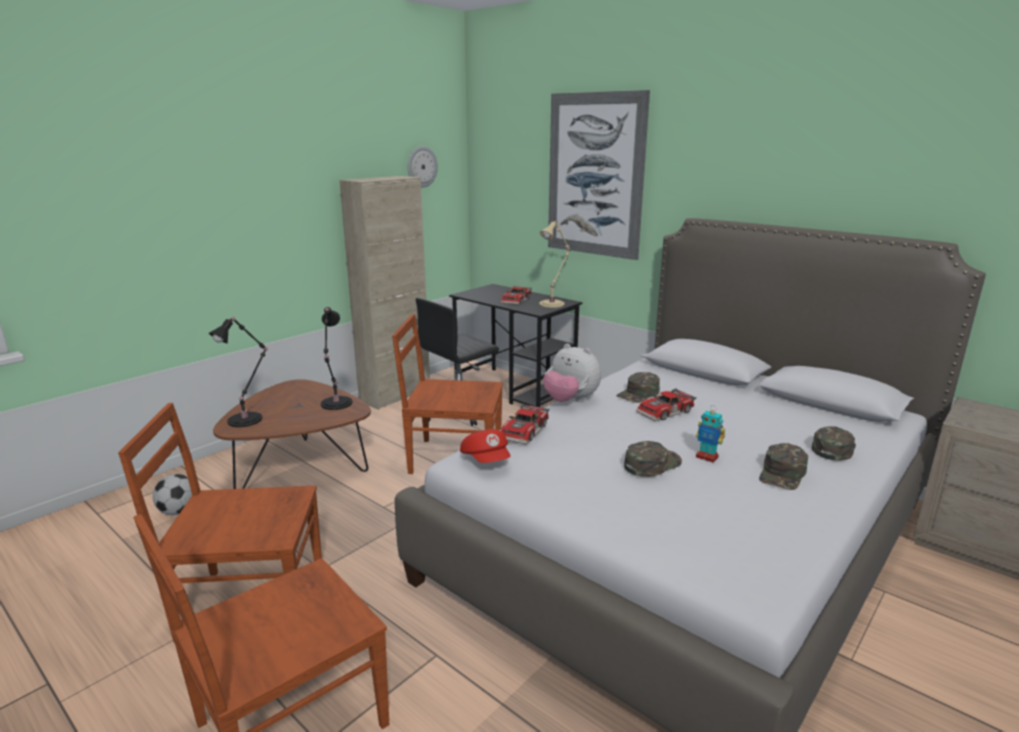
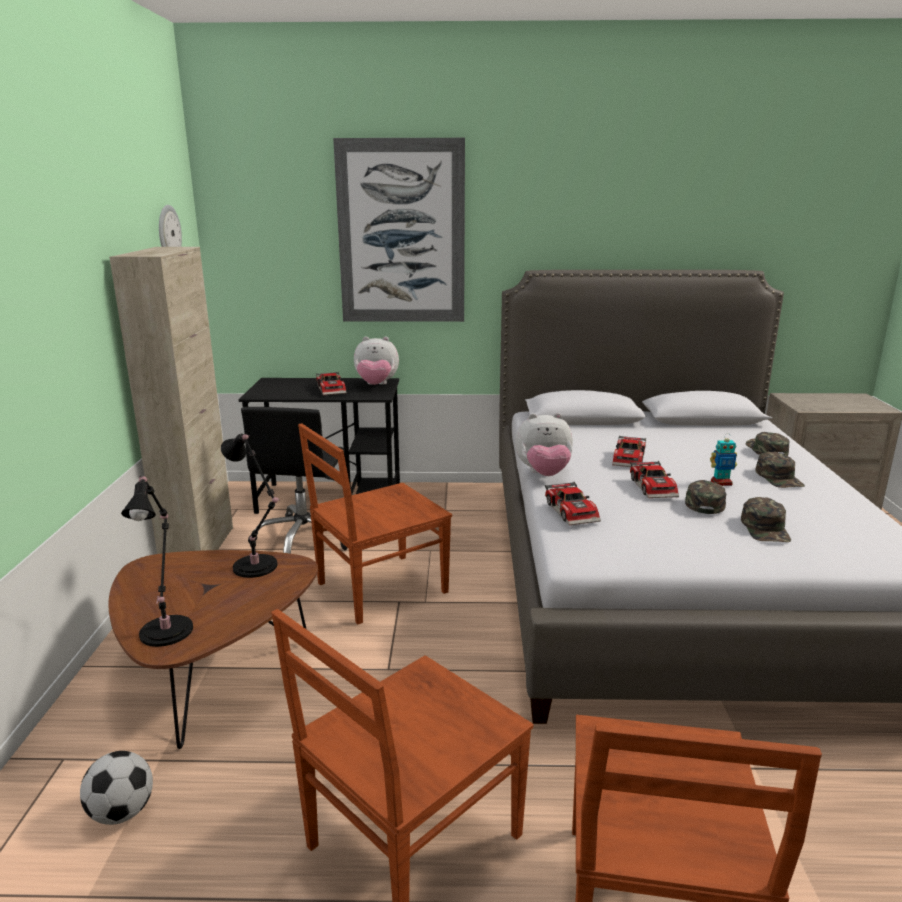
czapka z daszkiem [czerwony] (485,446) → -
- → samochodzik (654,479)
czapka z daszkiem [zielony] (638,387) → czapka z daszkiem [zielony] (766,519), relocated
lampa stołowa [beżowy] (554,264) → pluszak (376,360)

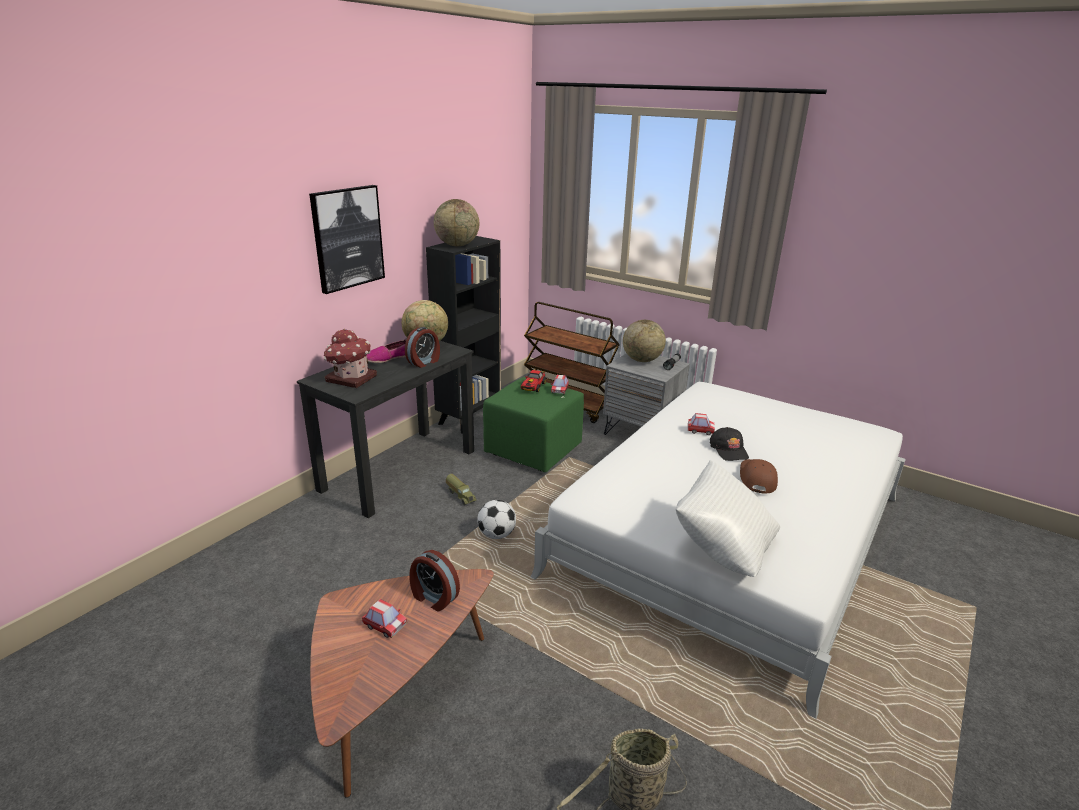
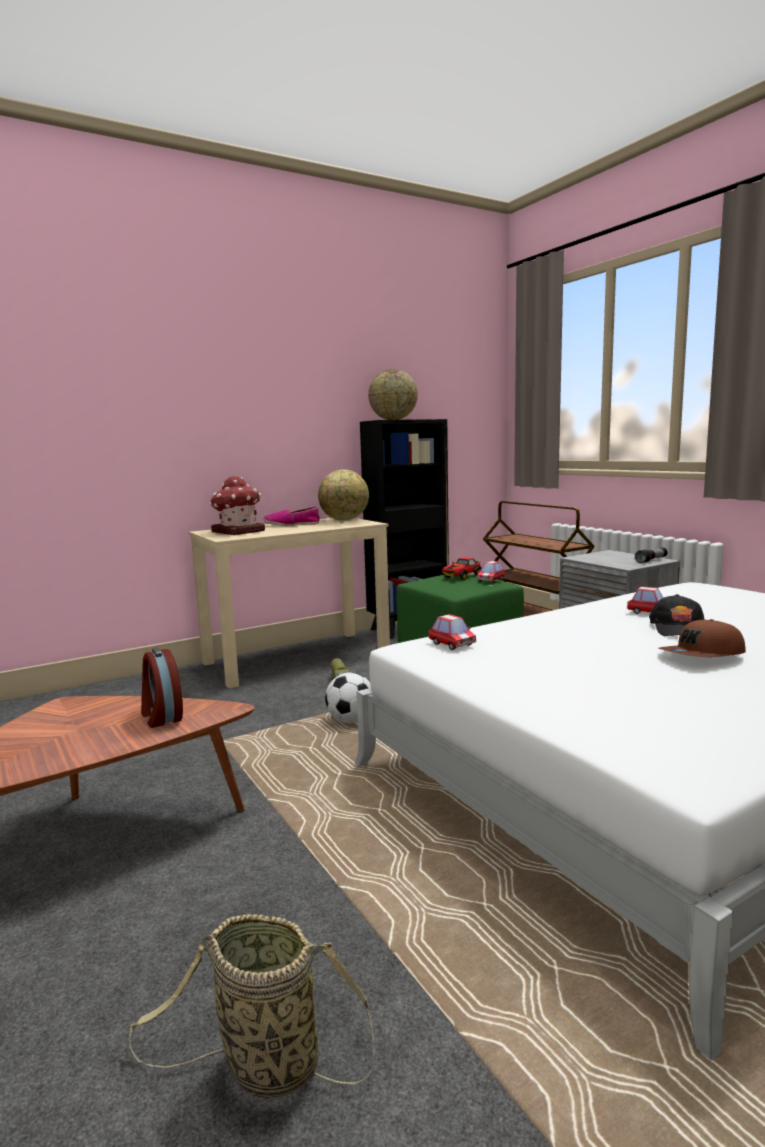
obraz (347,239) → -
budzik (422,347) → -
globus (644,341) → -
poduszka [biały] (728,518) → -
samochodzik (384,618) → samochodzik (452,632), relocated
biurko [czarny] (385,428) → biurko [beżowy] (289,603)
czapka z daszkiem [brązowy] (759,476) → czapka z daszkiem [brązowy] (702,638), 150 degrees counterclockwise

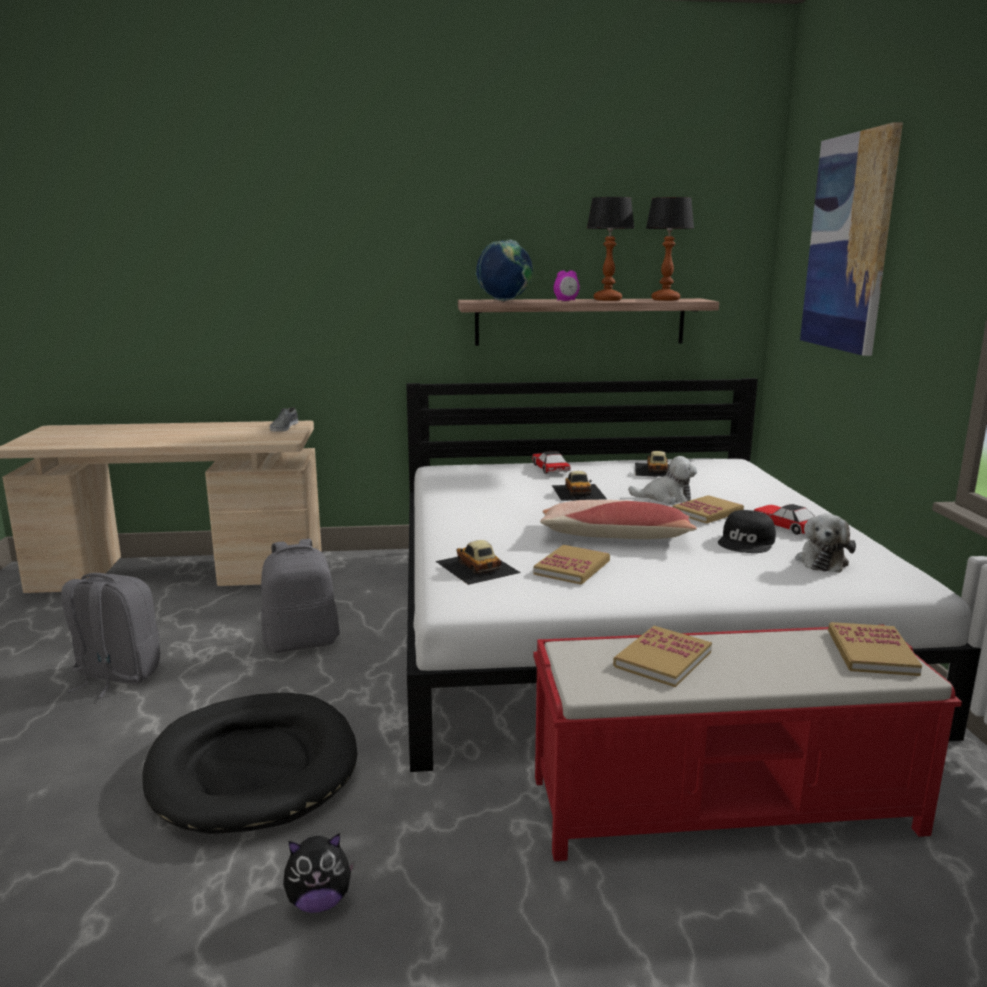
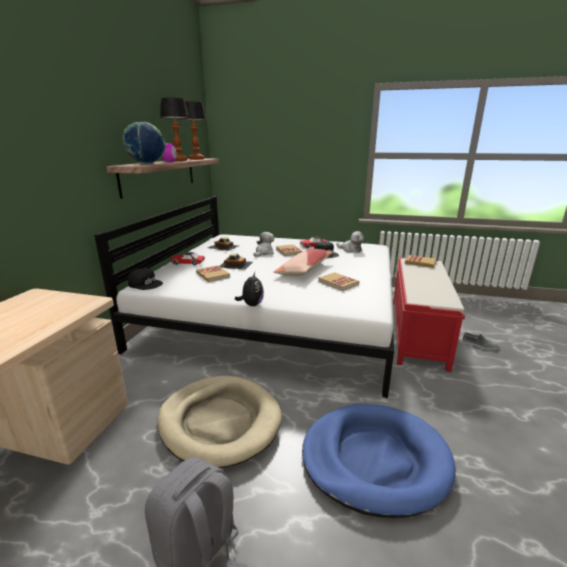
samochodzik (478,562) → -
obraz (851,239) → -
- → czapka z daszkiem [czarny] (145,279)
but [szary] (284,419) → but [szary] (481,341), relocated
pluszak (319,873) → pluszak (249,289), relocated
książka (662,656) → książka (213,273), relocated
plecak [szary] (300,596) → legowisko [beżowy] (219,421)
legowisko [czarny] (250,763) → legowisko [niebieski] (379,461)

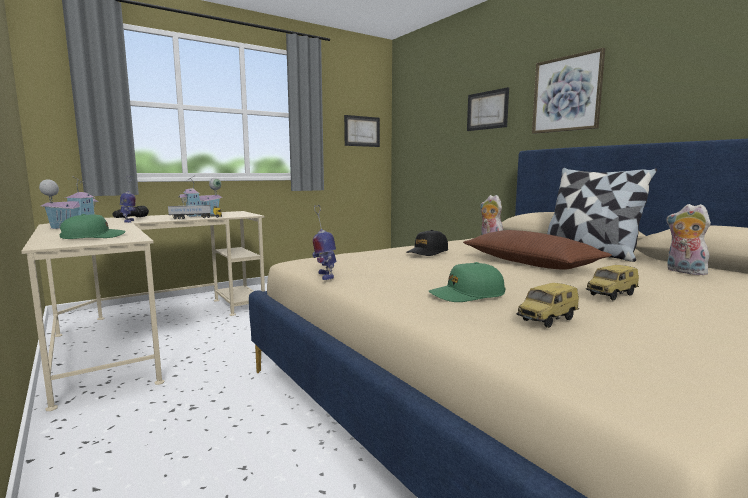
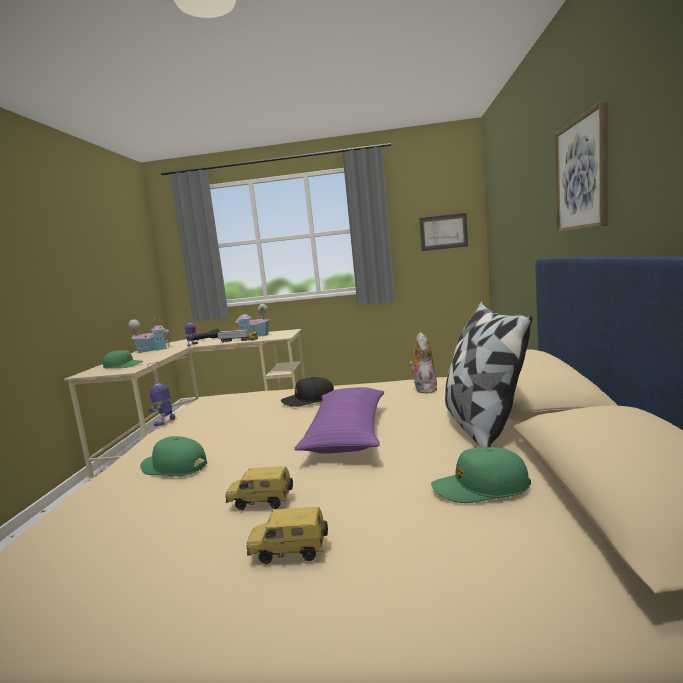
obraz (488,109) → -
samochodzik (547,305) → samochodzik (287,535), relocated
pluszak (688,239) → czapka z daszkiem [zielony] (481,475)
poduszka [brązowy] (537,250) → poduszka [fioletowy] (339,420)

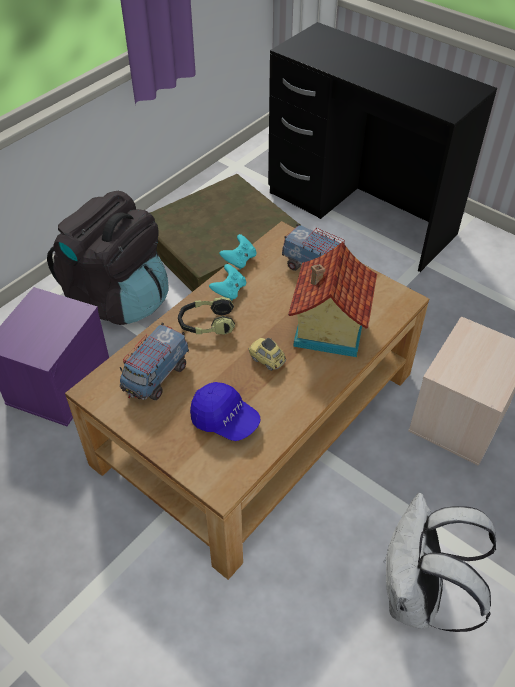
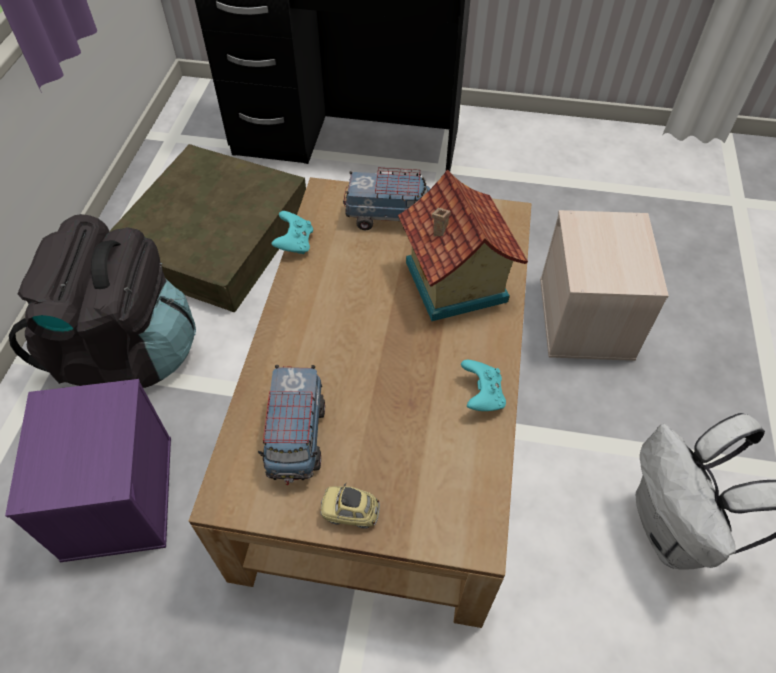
słuchawki (206,316) → -
czapka z daszkiem [niebieski] (225,411) → -
pad do gier [turkusowy] (227,282) → pad do gier [turkusowy] (483,385), relocated
samochodzik (267,354) → samochodzik (350,506), relocated

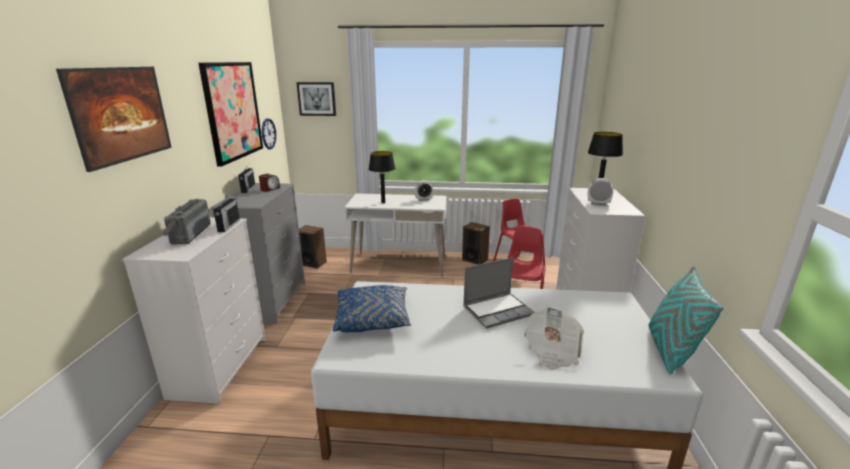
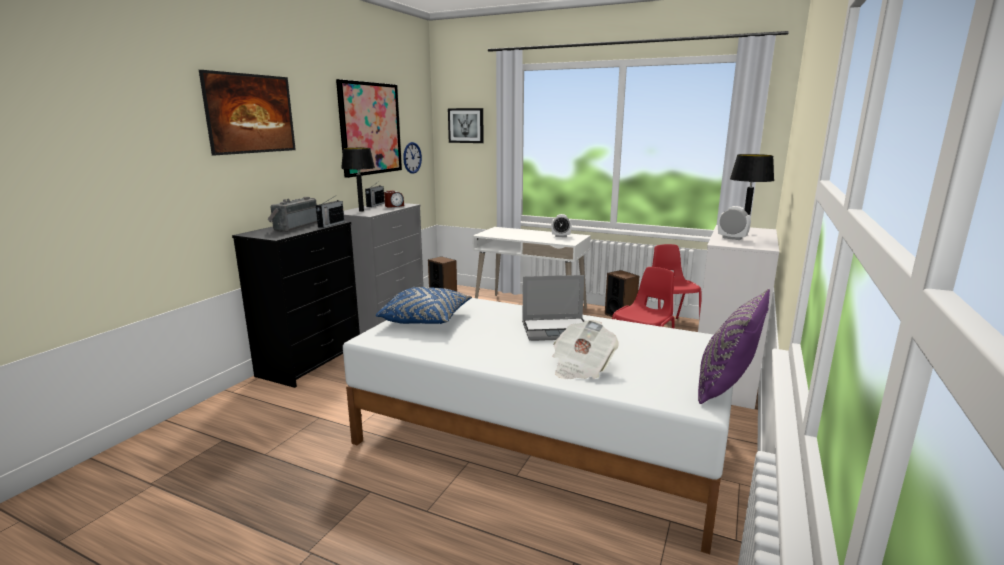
lampa stołowa [czarny] (382,177) → lampa stołowa [czarny] (358,180), relocated
komoda [biały] (194,310) → komoda [czarny] (296,304)
poduszka [turkusowy] (686,320) → poduszka [fioletowy] (734,346)

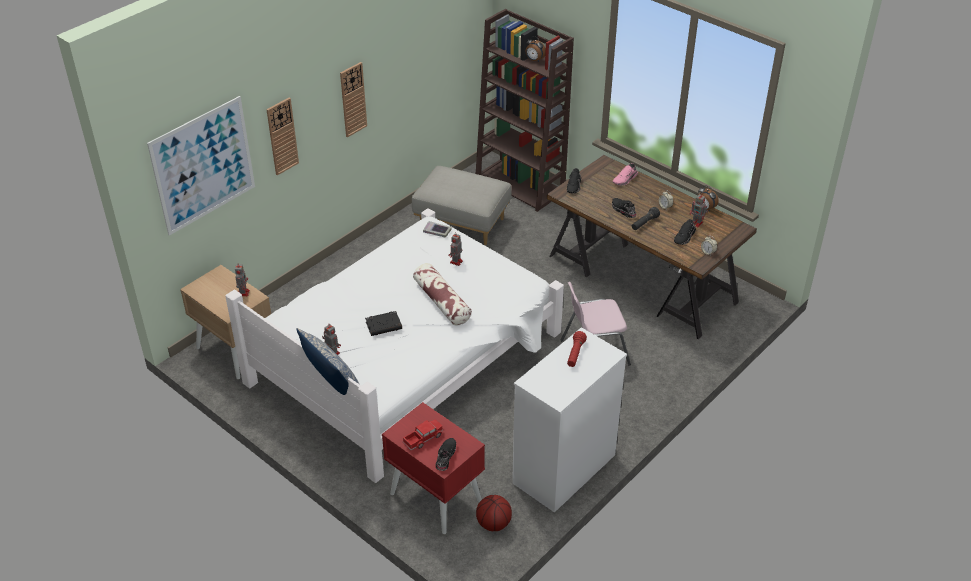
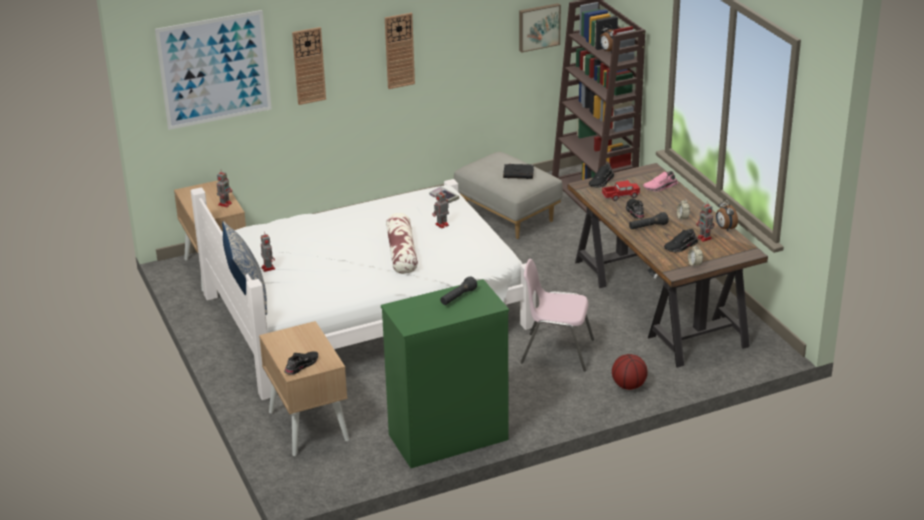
- → obraz (540,28)
książka [czarny] (383,323) → książka [czarny] (518,171), relocated
ciężarówka zabawkowa (423,434) → ciężarówka zabawkowa (621,190), relocated
piłka do koszykówki (494,513) → piłka do koszykówki (630,372), relocated
szafka nocna [czerwony] (433,468) → szafka nocna [beżowy] (304,388)
komoda [biały] (569,420) → komoda [zielony] (445,373)
latarka [czerwony] (577,349) → latarka [czarny] (458,291)

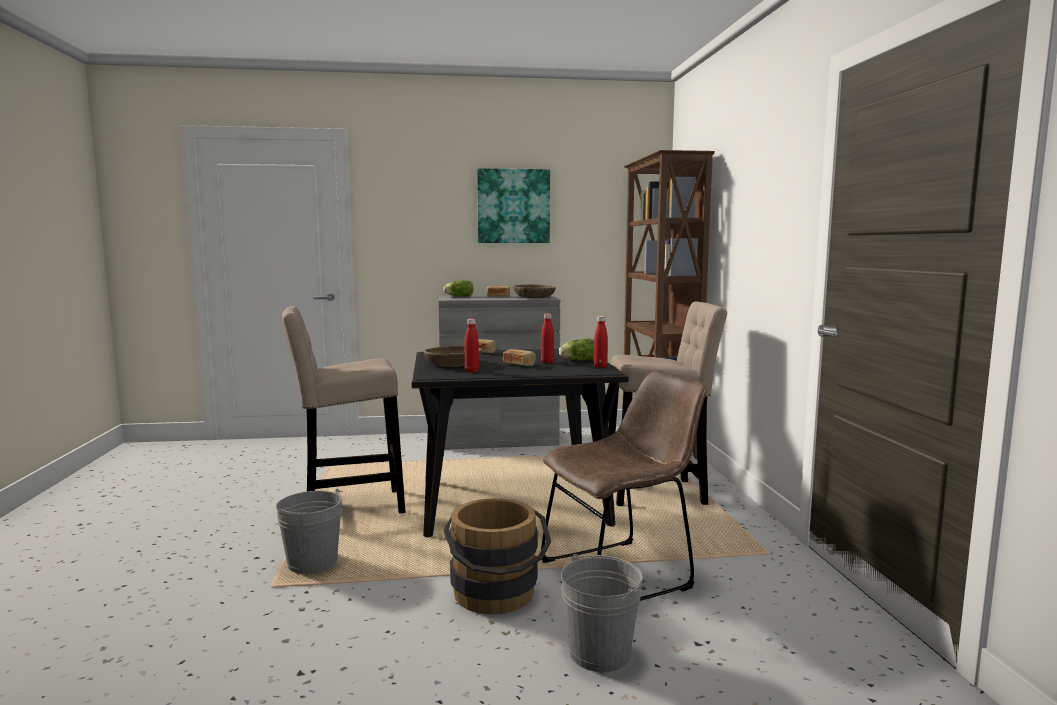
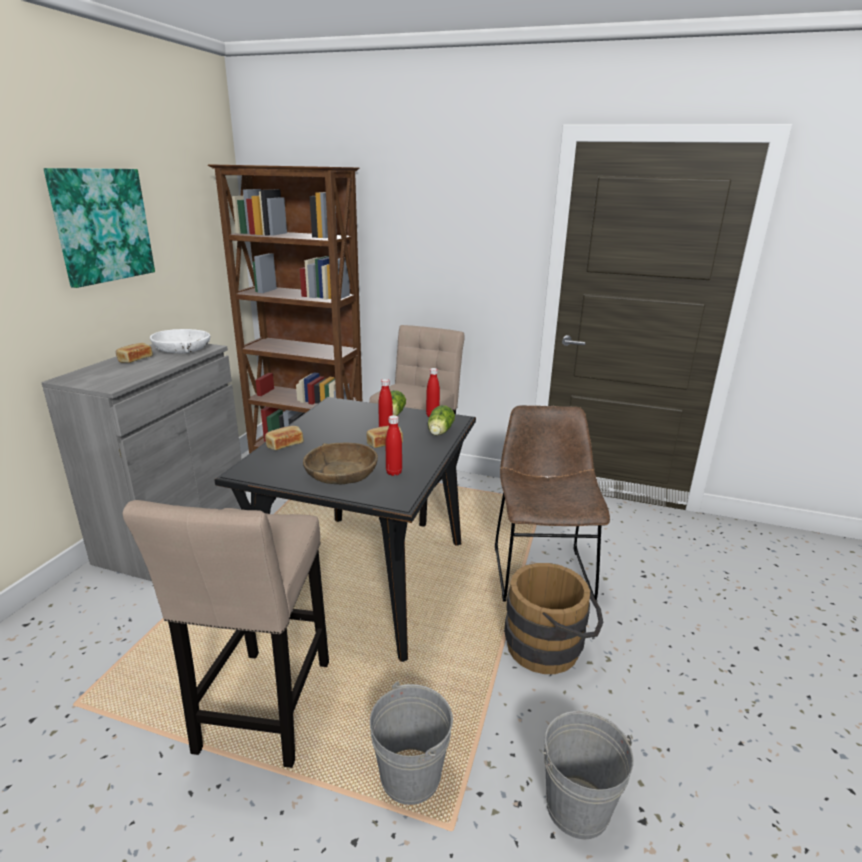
sałata (458,288) → sałata (441,420), relocated
wiadro [szary] (602,613) → wiadro [szary] (586,775), relocated
miska [brązowy] (534,291) → miska [biały] (180,341)

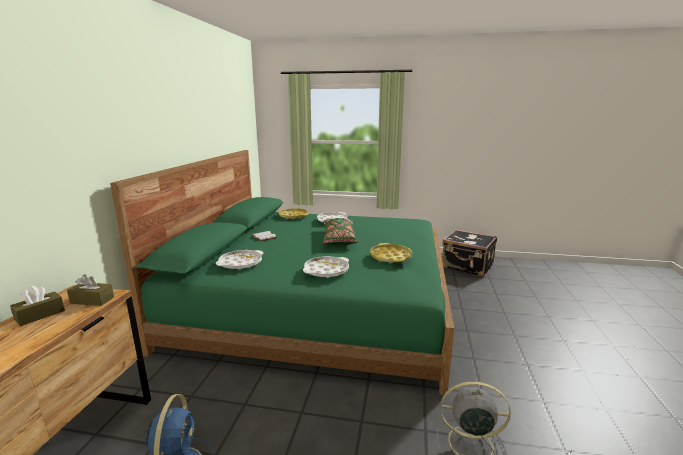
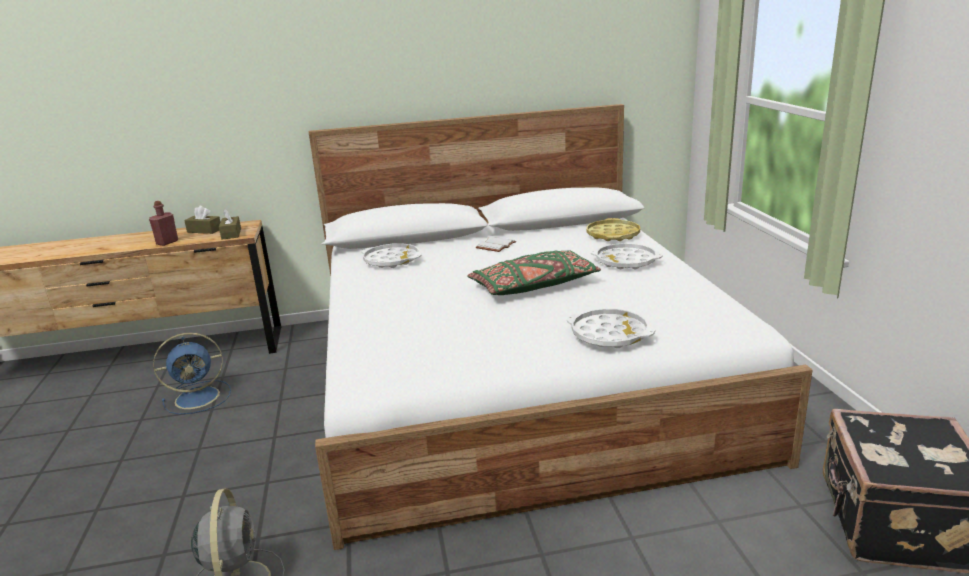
taca [żółty] (391,253) → -
- → butelka [czerwony] (163,223)
taca [biały] (326,267) → taca [biały] (611,328), relocated
łóżko [zielony] (282,272) → łóżko [biały] (561,327)

